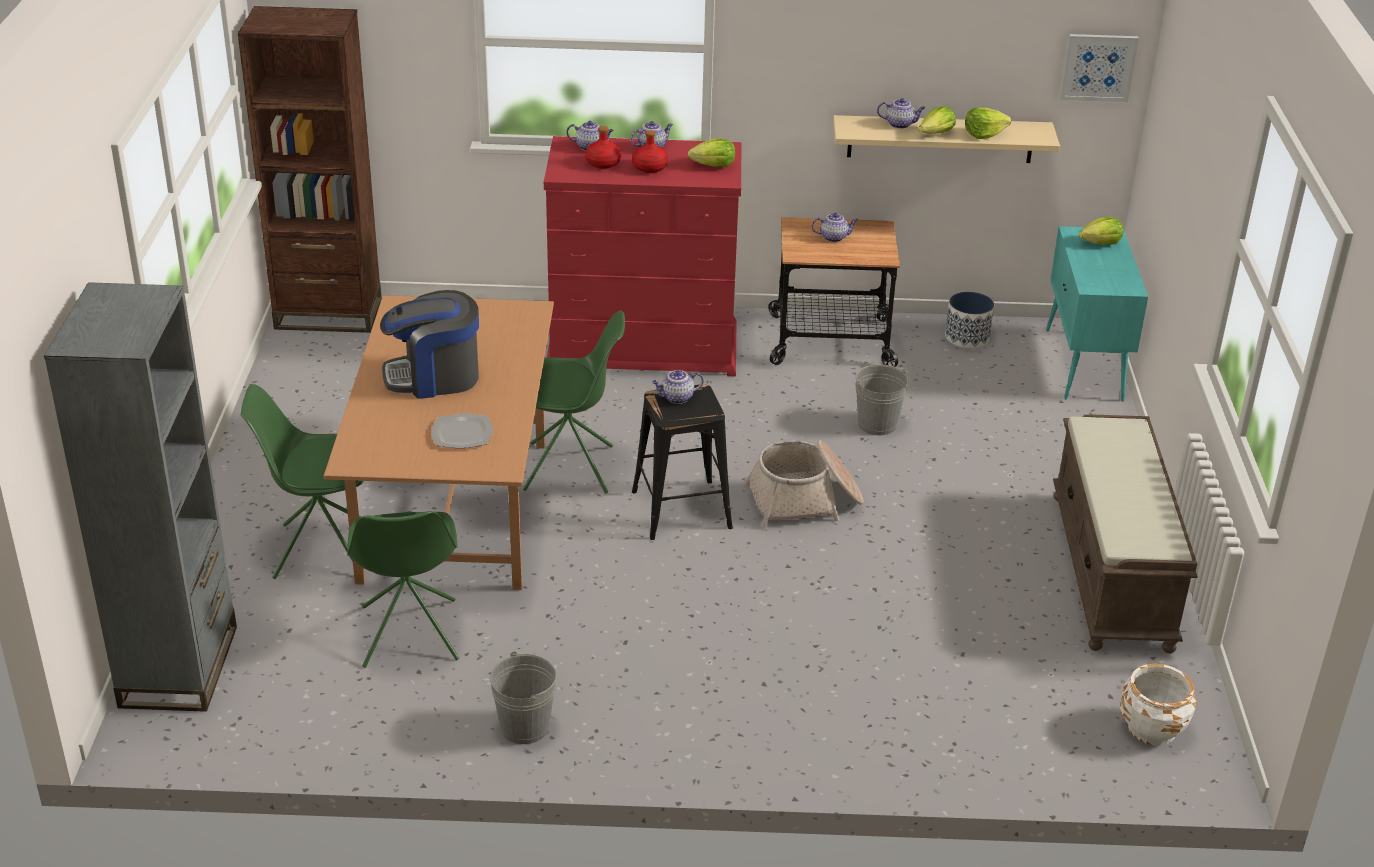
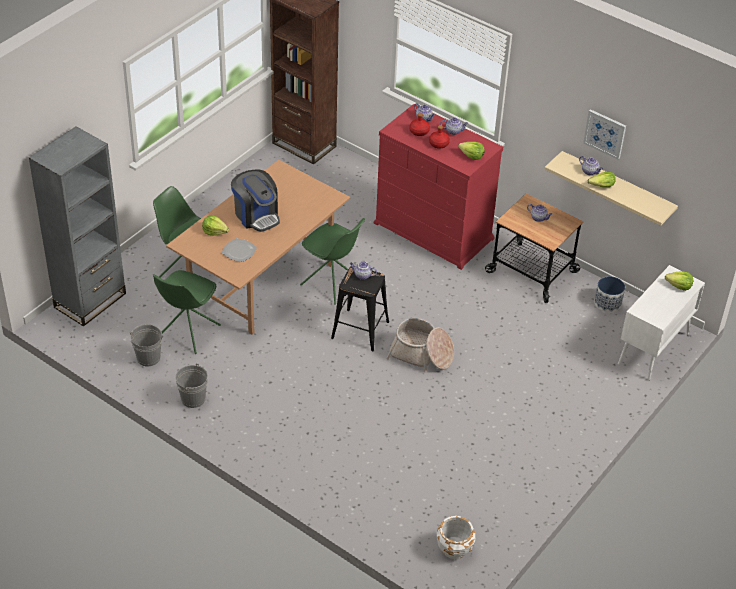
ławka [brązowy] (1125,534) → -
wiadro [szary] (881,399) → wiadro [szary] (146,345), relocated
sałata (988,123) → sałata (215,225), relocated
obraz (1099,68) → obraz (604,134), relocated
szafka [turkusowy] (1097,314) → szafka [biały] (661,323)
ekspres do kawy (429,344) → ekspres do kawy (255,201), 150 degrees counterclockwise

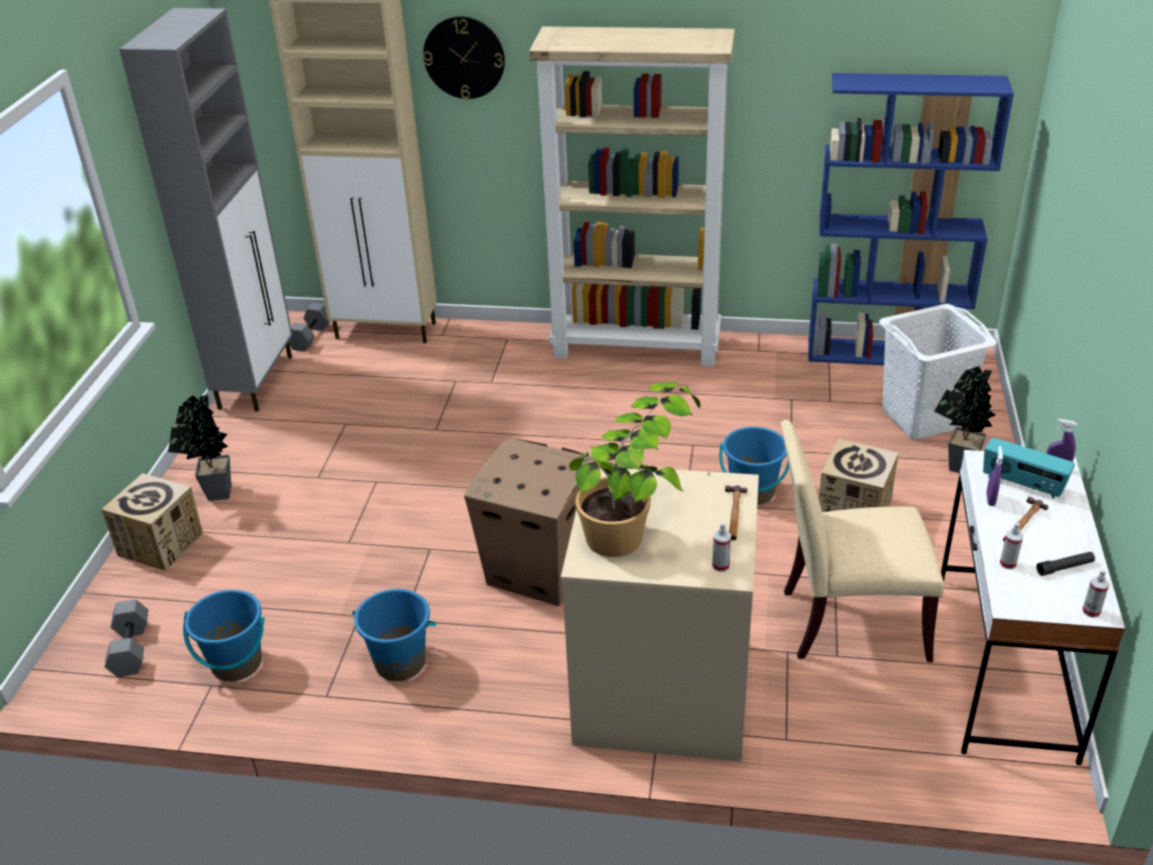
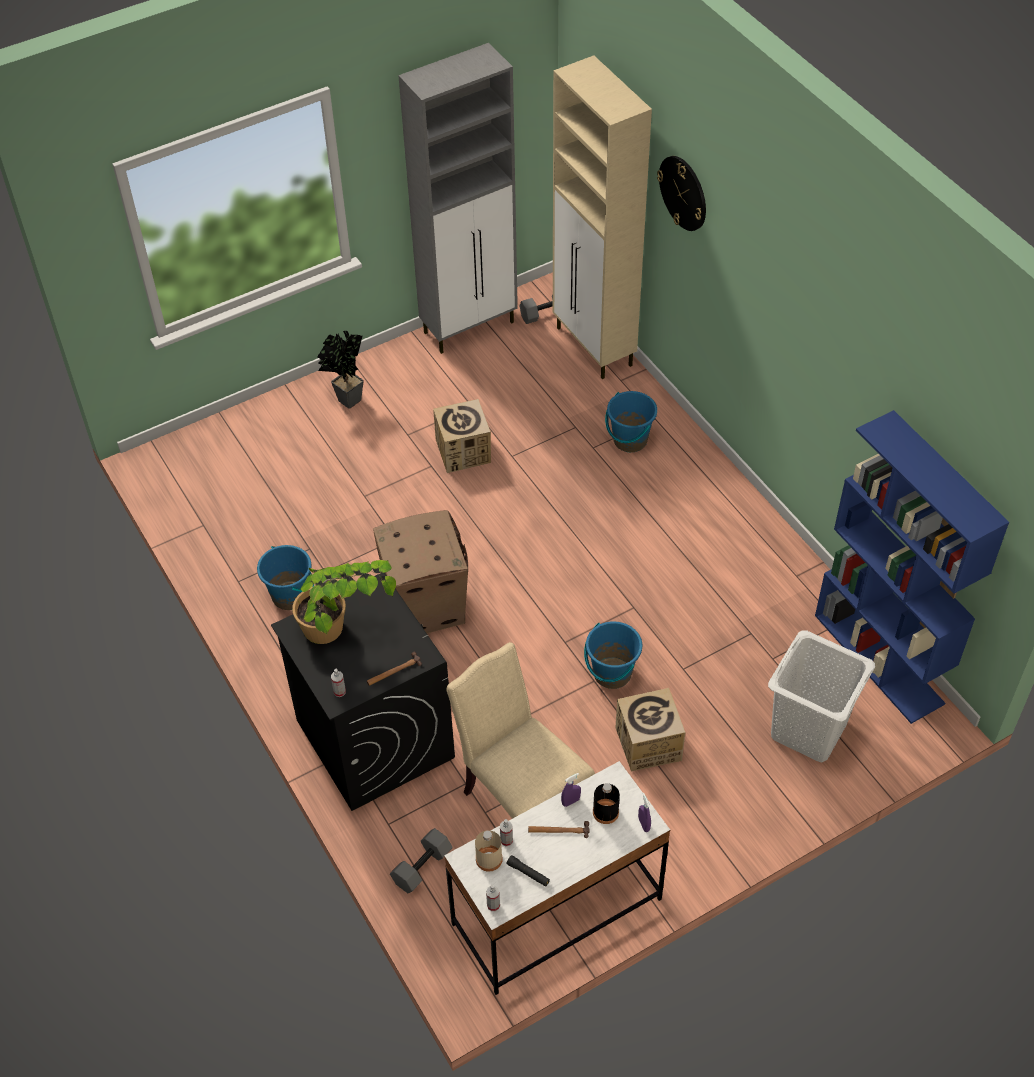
regał [beżowy] (632,196) → -
roślina doniczkowa (964,419) → -
- → butelka [beżowy] (489,851)
karton (152,522) → karton (462,436), relocated
hantel [szary] (126,638) → hantel [szary] (421,860), relocated
wiadro [niebieski] (223,635) → wiadro [niebieski] (631,421), relocated
radio (1029,468) → butelka [czarny] (606,803)
pralka [beżowy] (660,614) → pralka [czarny] (363,692)

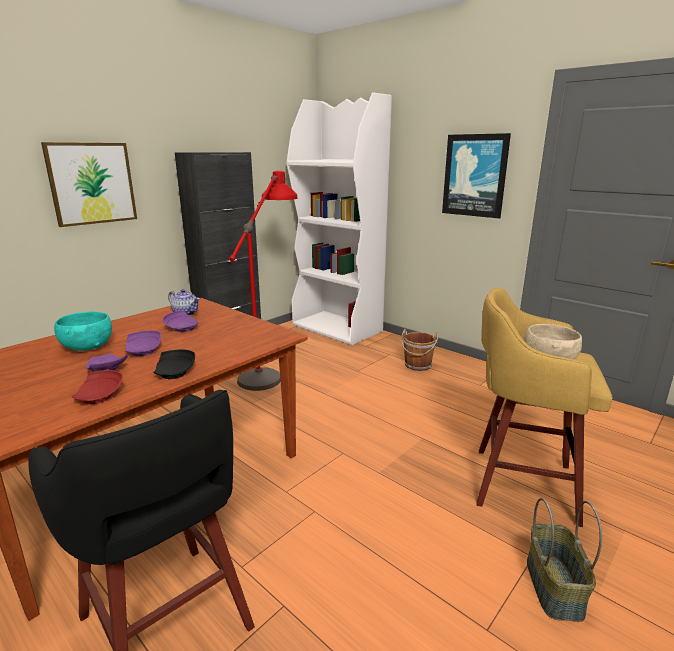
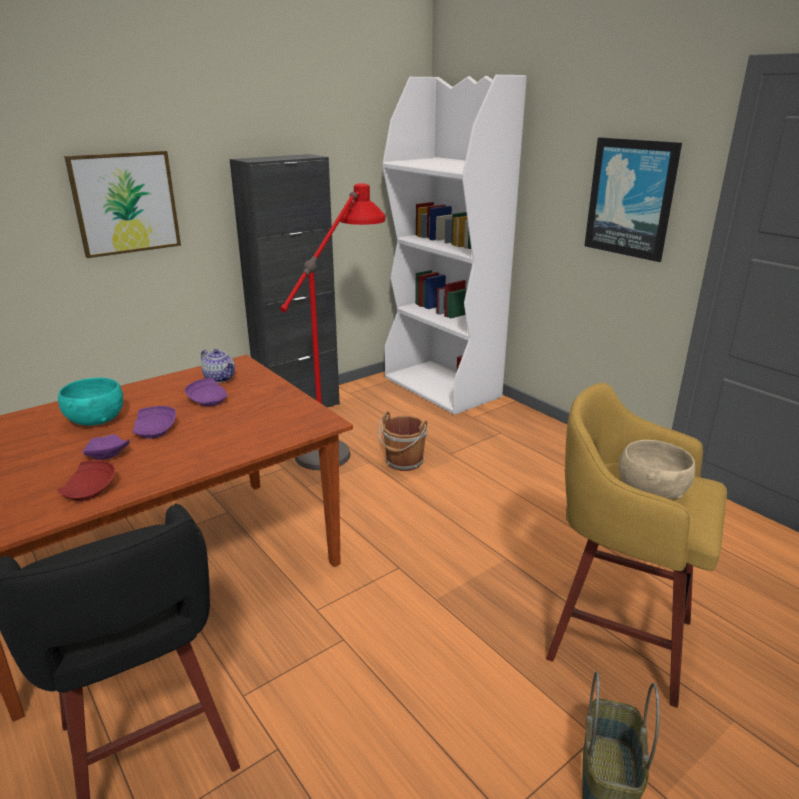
talerz [czarny] (174,364) → -
wiadro [brązowy] (419,350) → wiadro [brązowy] (403,441), relocated

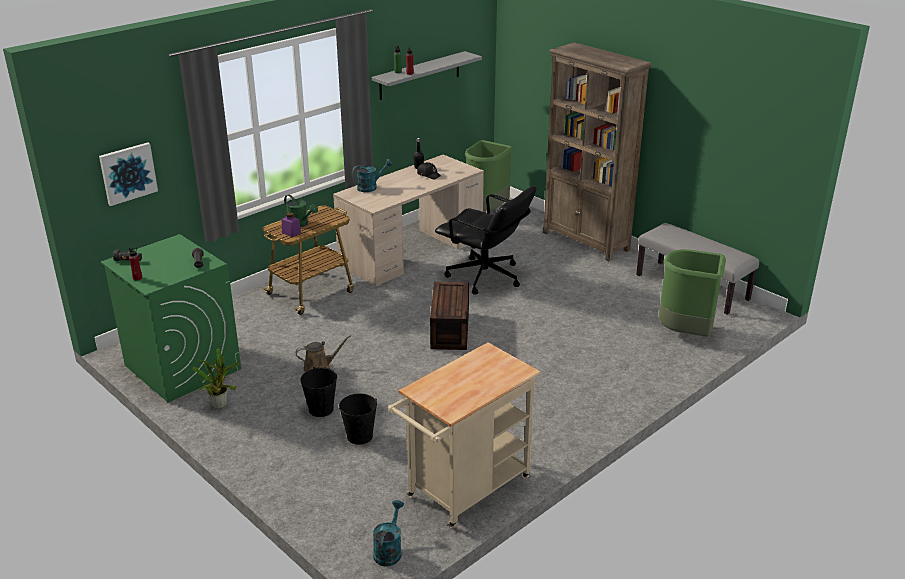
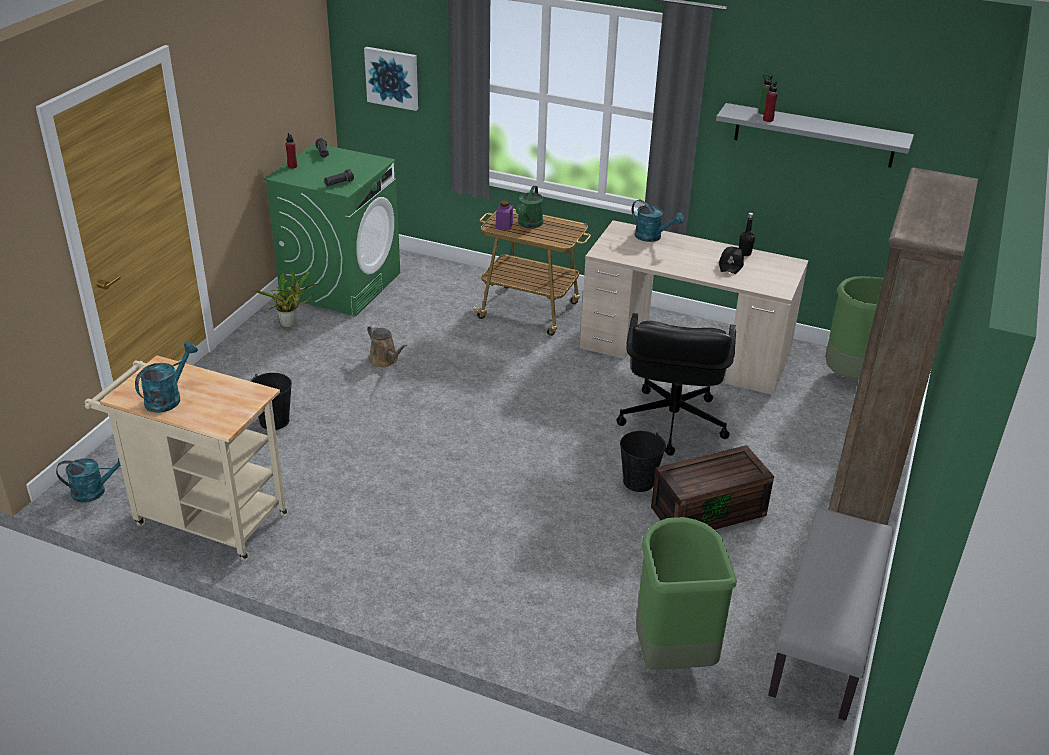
- → konewka [turkusowy] (166,377)
wiadro [czarny] (318,392) → wiadro [czarny] (643,461), relocated
pojemnik do przechowywania [brązowy] (449,316) → pojemnik do przechowywania [brązowy] (712,487), relocated

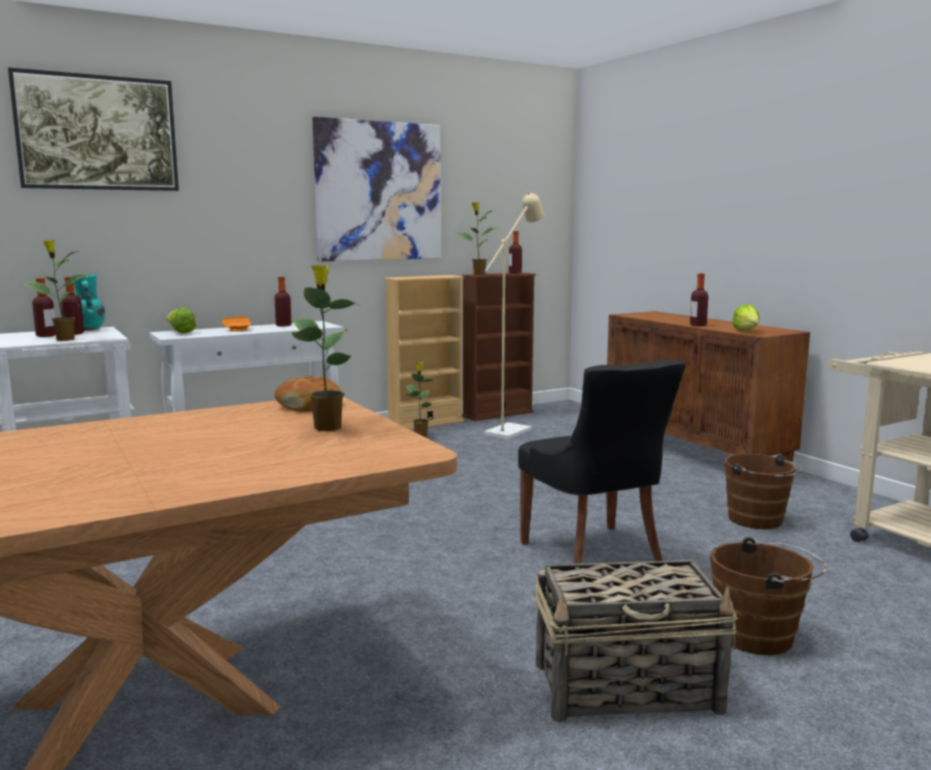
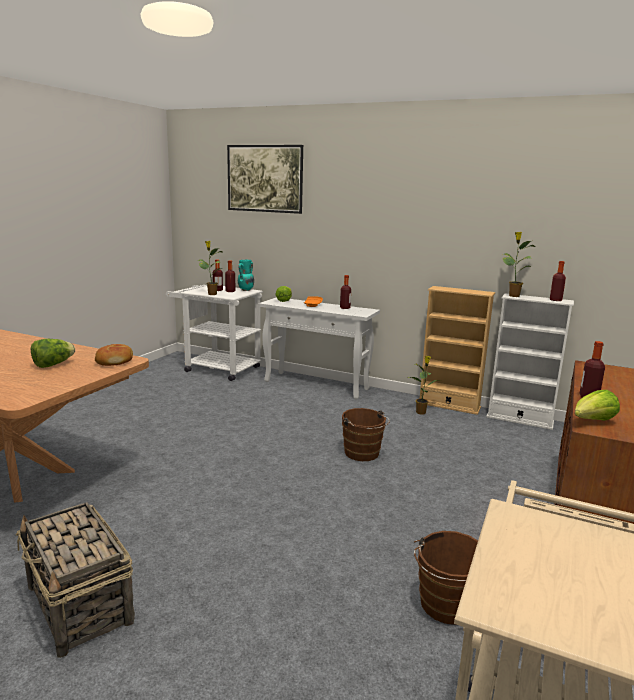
roślina doniczkowa (325,348) → -
obraz (376,189) → -
lampa stojąca [beżowy] (514,315) → -
krzesło [czarny] (602,462) → -
- → sałata (53,353)
wiadro [brązowy] (768,596) → wiadro [brązowy] (366,434), relocated
regał [brązowy] (499,347) → regał [biały] (530,362)

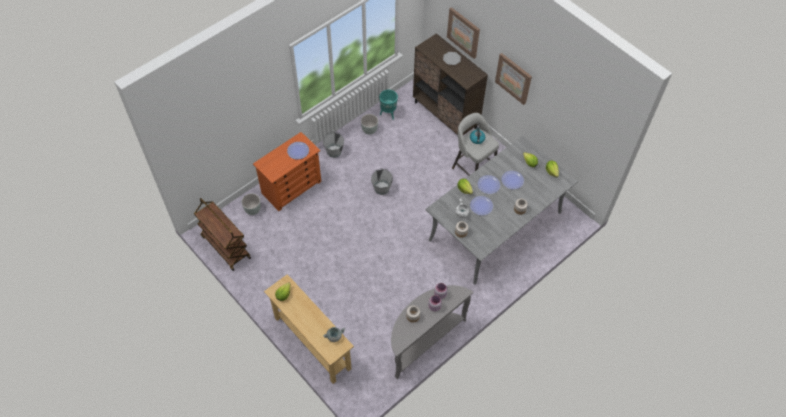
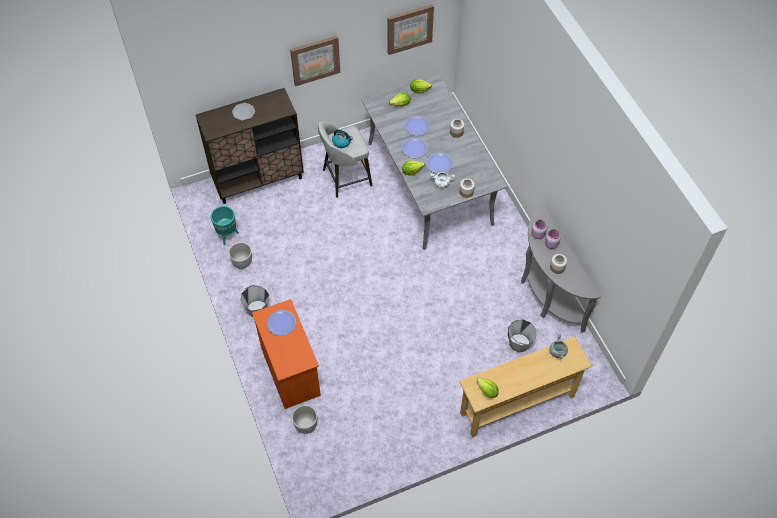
wózek [brązowy] (222,234) → -
wiadro [szary] (382,181) → wiadro [szary] (522,335), relocated
obraz (463,33) → obraz (410,29), relocated

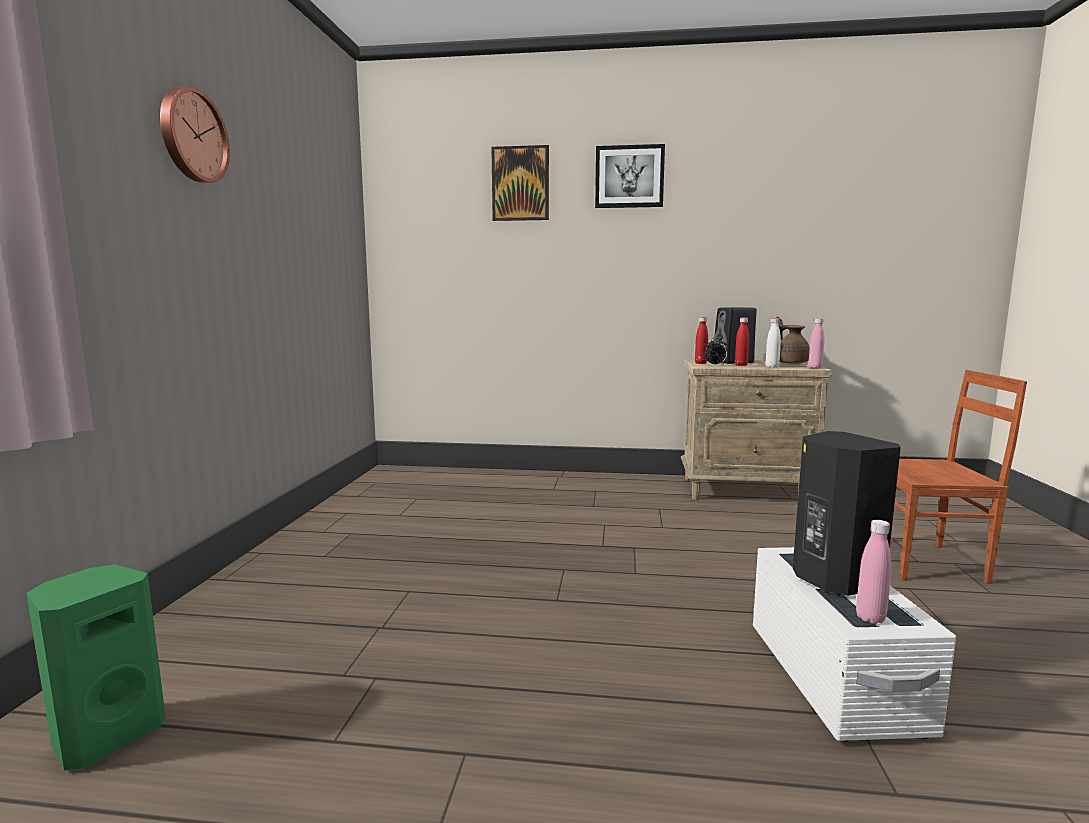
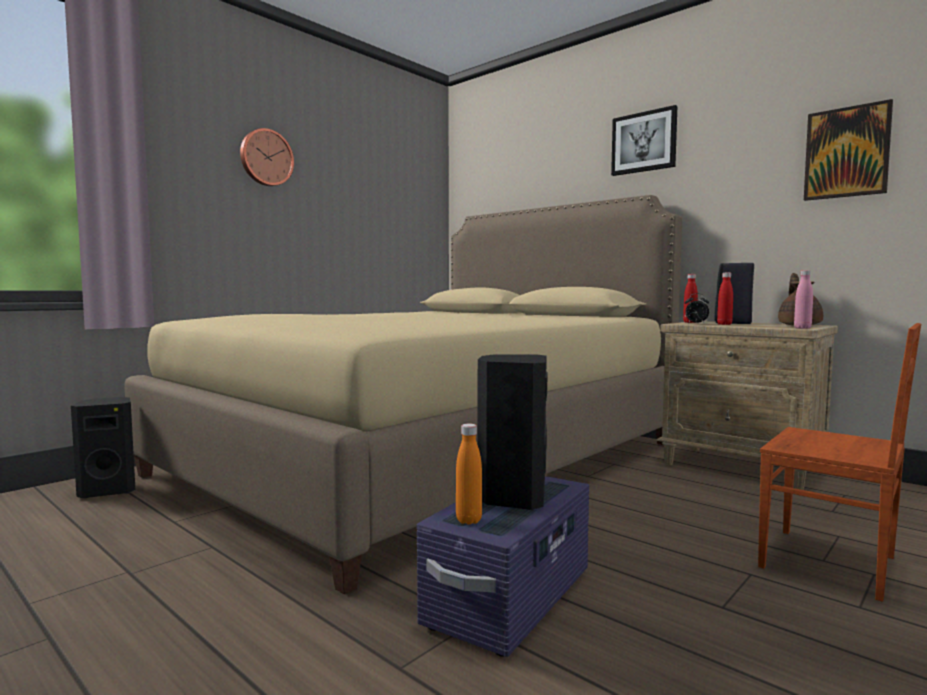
butelka [biały] (773,343) → -
- → łóżko [beżowy] (403,394)
obraz (520,183) → obraz (848,150), relocated
głośnik [zielony] (95,667) → głośnik [czarny] (103,447)
pojemnik do przechowywania [biały] (854,644) → pojemnik do przechowywania [fioletowy] (503,566)
butelka [różowy] (874,572) → butelka [pomarańczowy] (469,474)

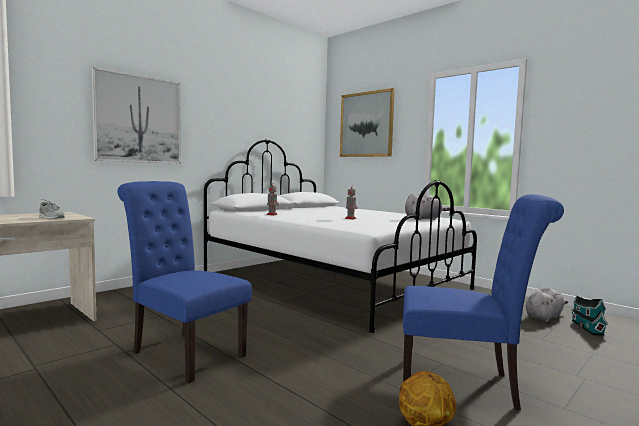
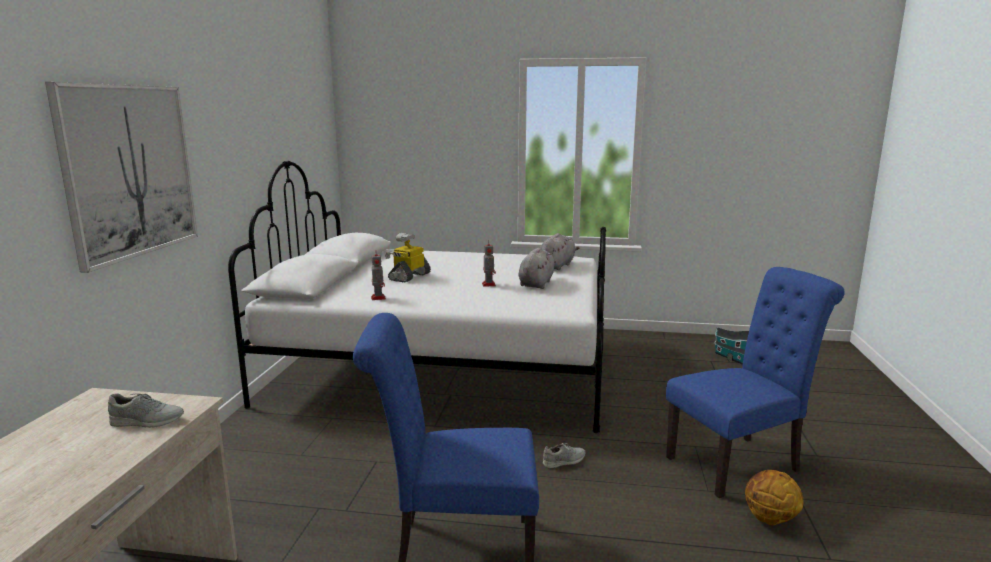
obraz (367,122) → -
- → robot zabawkowy (408,257)
- → but [szary] (564,456)
pluszak [szary] (547,304) → pluszak [szary] (537,268), relocated

